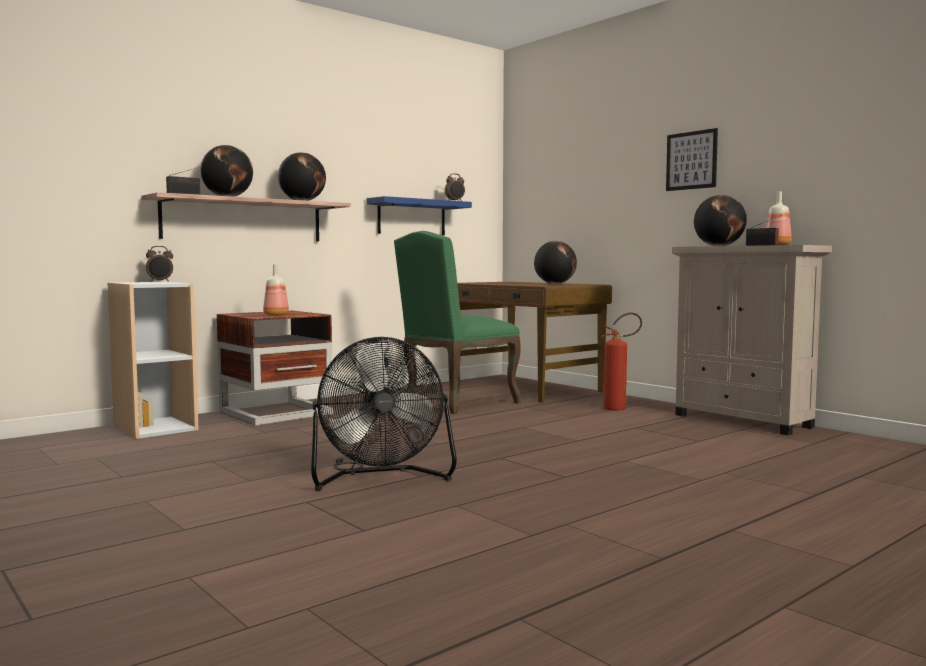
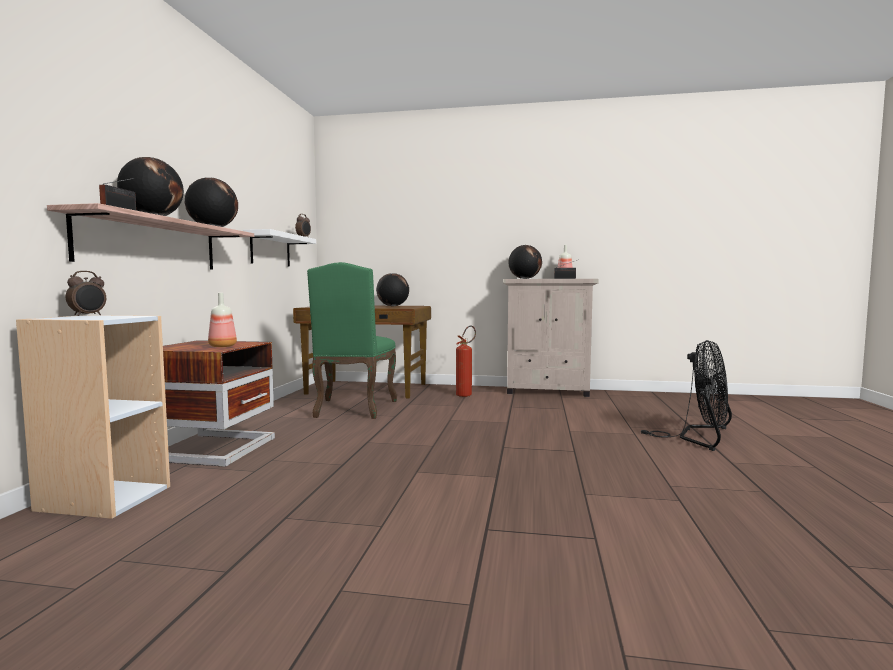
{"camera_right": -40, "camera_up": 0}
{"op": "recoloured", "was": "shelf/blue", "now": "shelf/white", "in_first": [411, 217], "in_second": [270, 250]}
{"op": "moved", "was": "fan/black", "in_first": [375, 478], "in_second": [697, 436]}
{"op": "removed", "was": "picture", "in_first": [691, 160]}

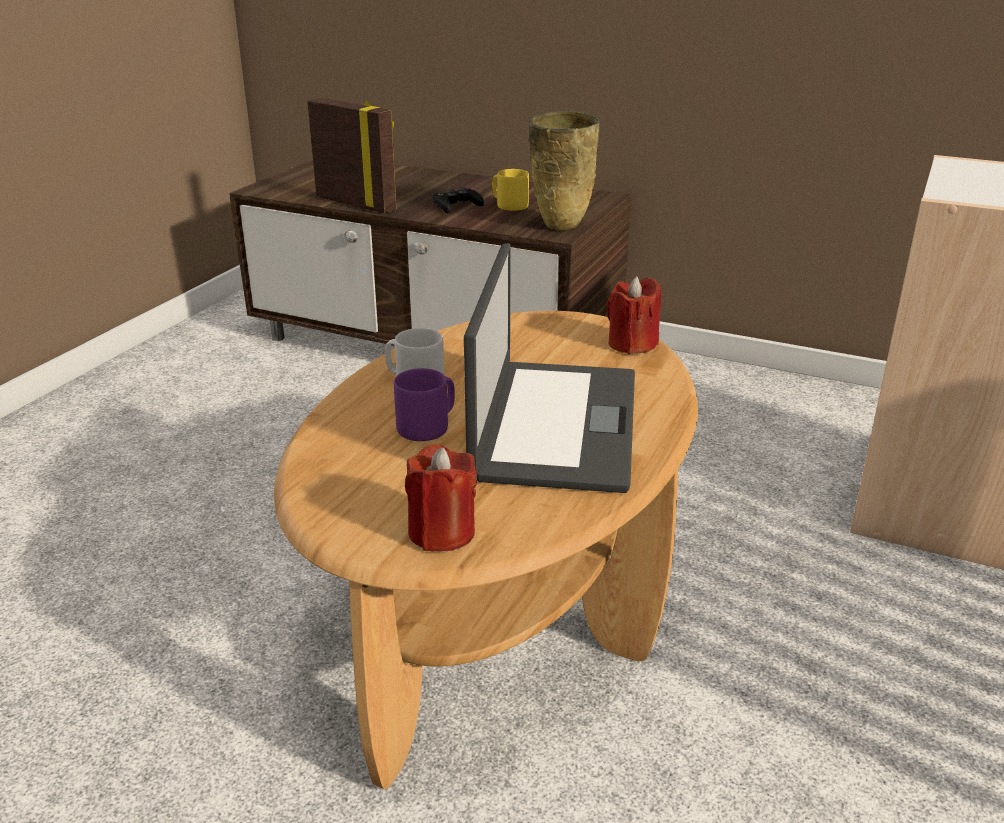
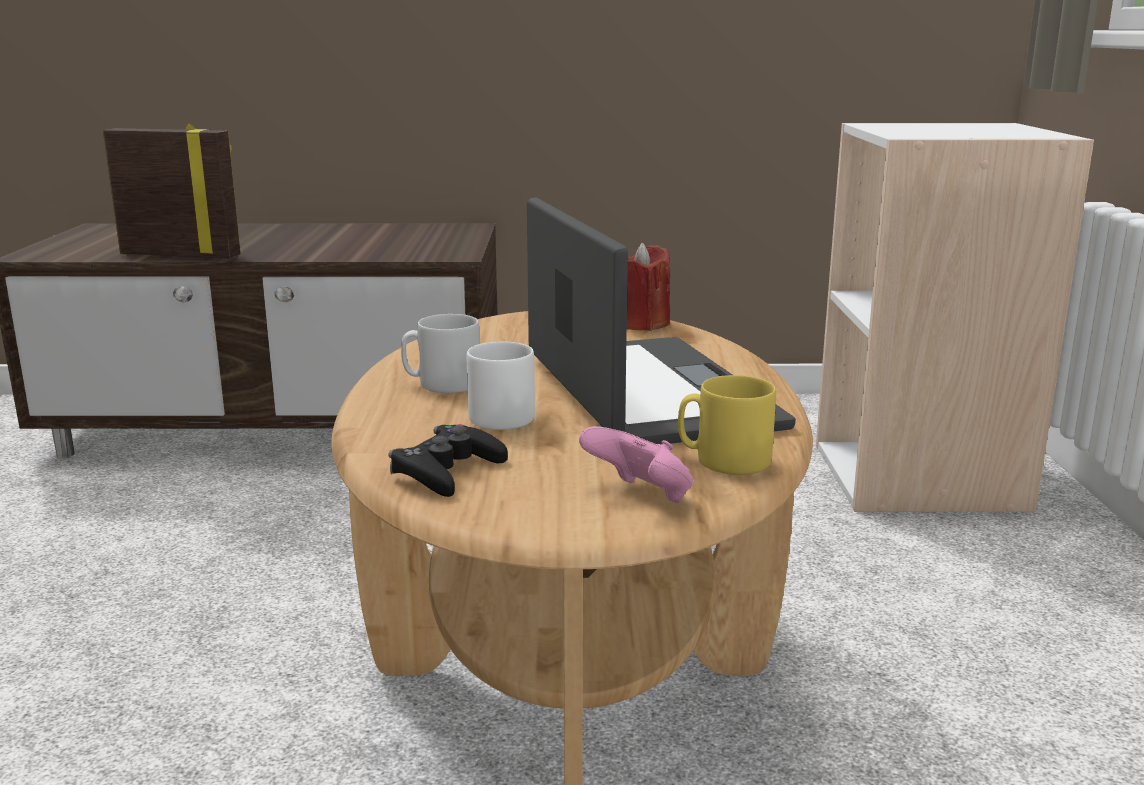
{"camera_right": -25, "camera_up": -10}
{"op": "moved", "was": "game controller/black", "in_first": [456, 206], "in_second": [447, 471]}
{"op": "recoloured", "was": "mug/purple", "now": "mug/white", "in_first": [428, 427], "in_second": [506, 416]}
{"op": "replaced", "was": "candle/red", "now": "game controller/pink", "in_first": [442, 532], "in_second": [641, 497]}
{"op": "moved", "was": "mug/yellow", "in_first": [509, 205], "in_second": [723, 461]}
{"op": "removed", "was": "vase/beige", "in_first": [560, 227]}

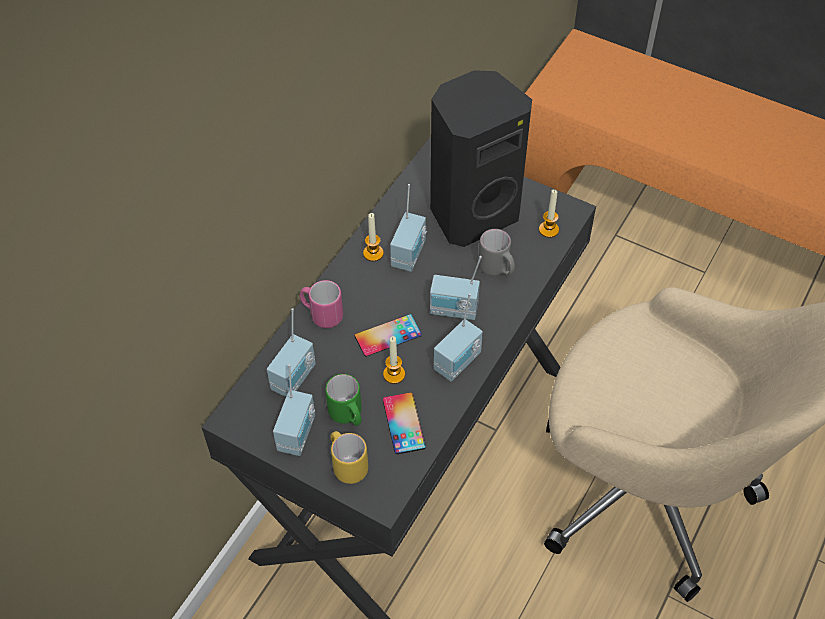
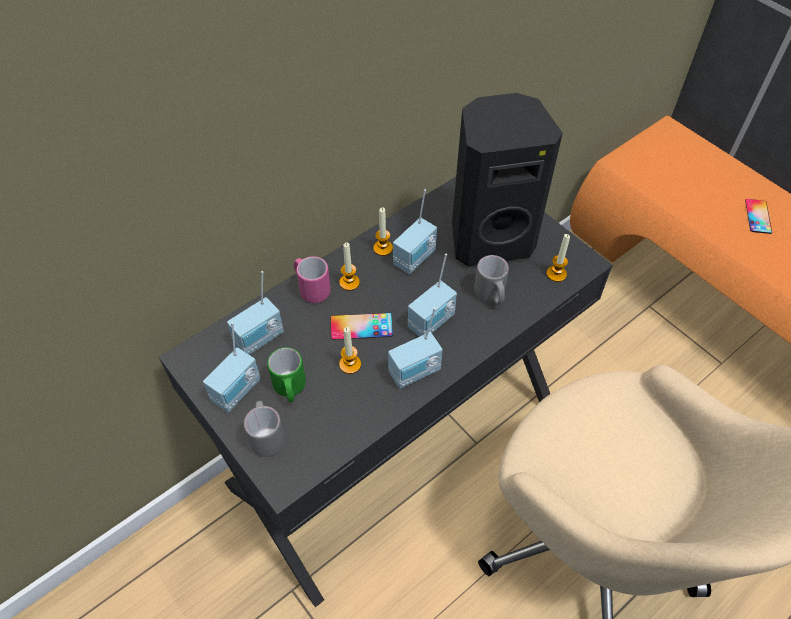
{"camera_right": 20, "camera_up": 0}
{"op": "recoloured", "was": "mug/yellow", "now": "mug/grey", "in_first": [347, 464], "in_second": [267, 436]}
{"op": "added", "now": "candle", "in_second": [349, 282]}
{"op": "turned", "was": "radio", "in_first": [454, 311], "in_second": [432, 322], "clockwise": -75}
{"op": "moved", "was": "phone", "in_first": [404, 423], "in_second": [758, 216]}

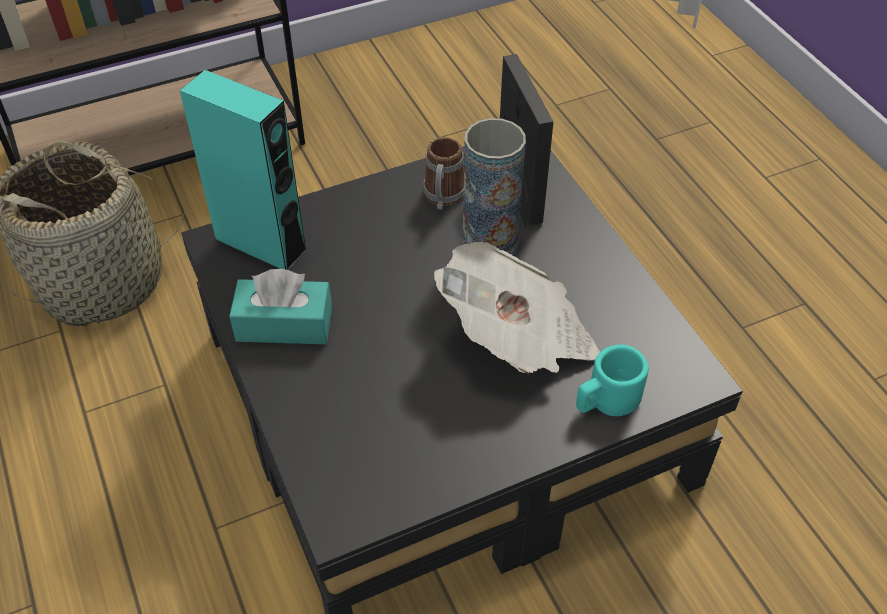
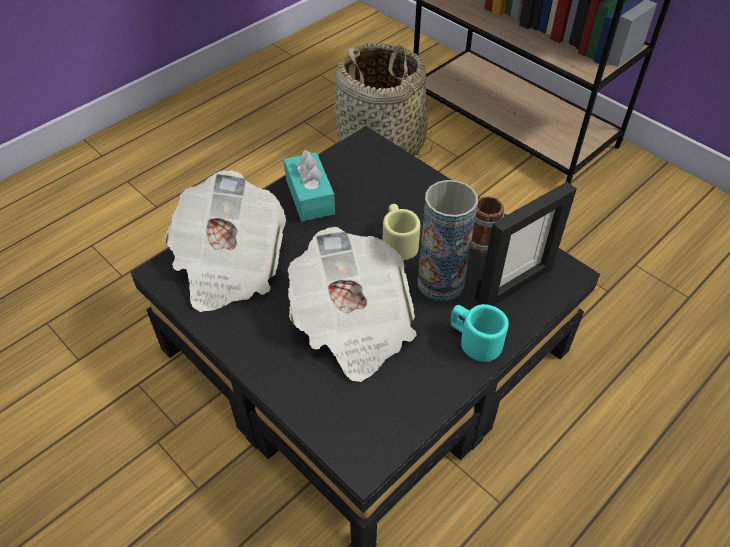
{"camera_right": 70, "camera_up": 0}
{"op": "added", "now": "newspaper", "in_second": [229, 265]}
{"op": "added", "now": "mug/beige", "in_second": [398, 242]}
{"op": "moved", "was": "mug/turquoise", "in_first": [606, 400], "in_second": [474, 340]}
{"op": "removed", "was": "speaker/turquoise", "in_first": [260, 245]}

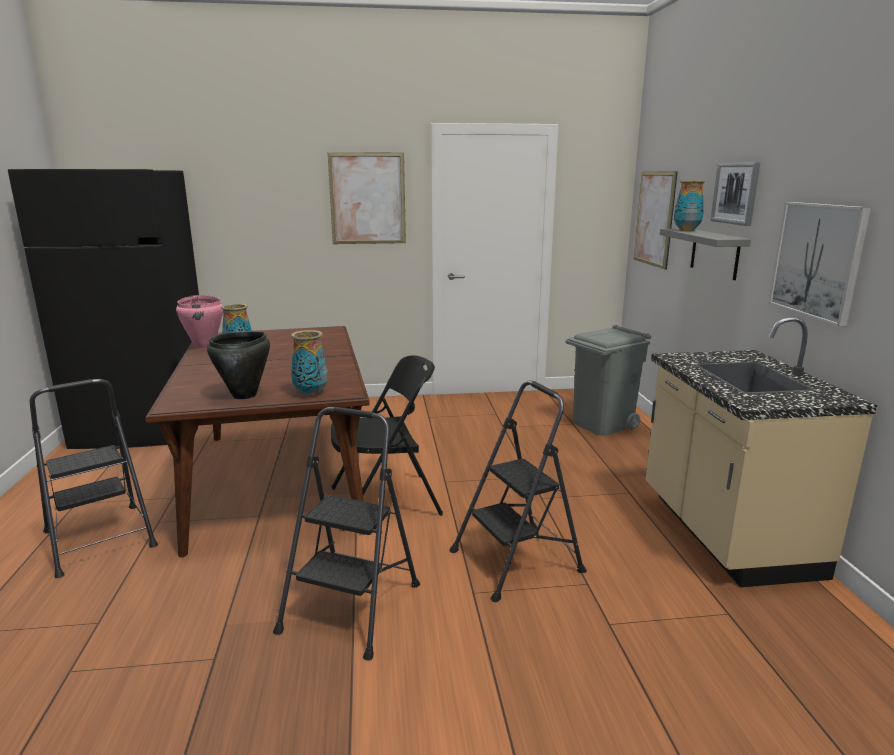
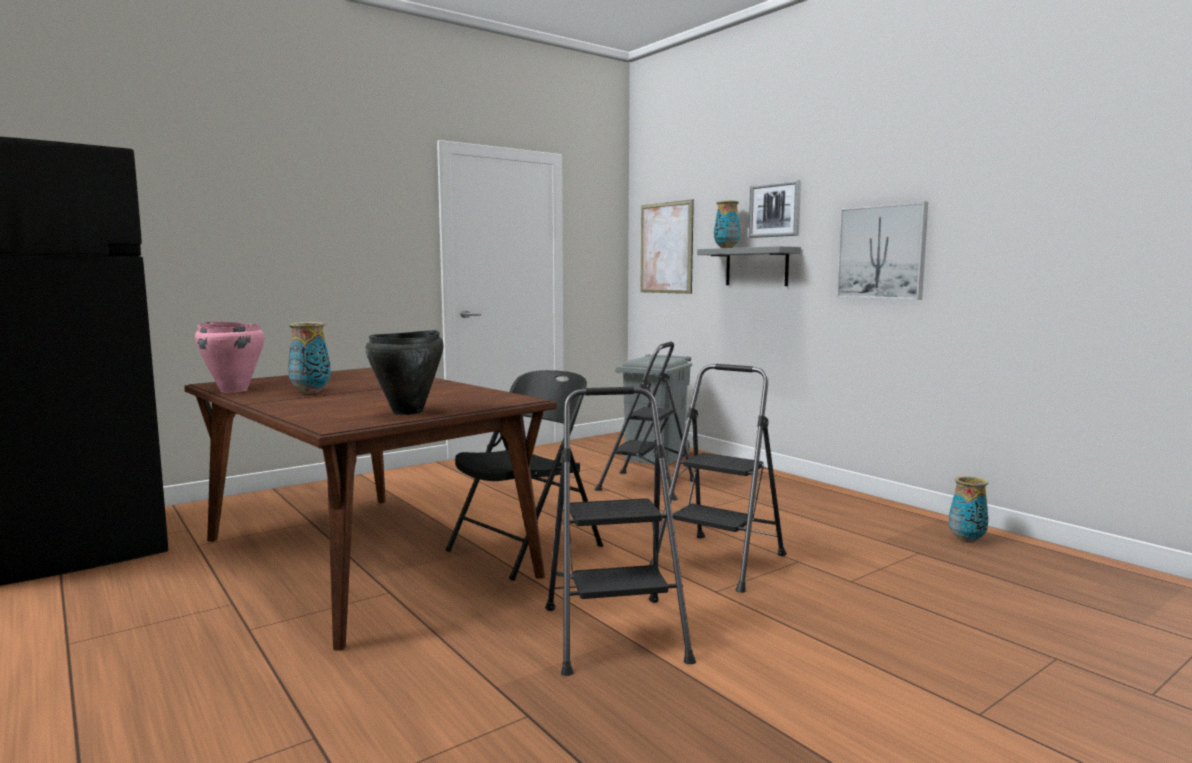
{"camera_right": -30, "camera_up": -10}
{"op": "moved", "was": "step ladder/black", "in_first": [99, 539], "in_second": [649, 485]}
{"op": "moved", "was": "vase", "in_first": [311, 393], "in_second": [966, 540]}
{"op": "removed", "was": "picture", "in_first": [367, 199]}
{"op": "removed", "was": "counter/beige", "in_first": [724, 534]}

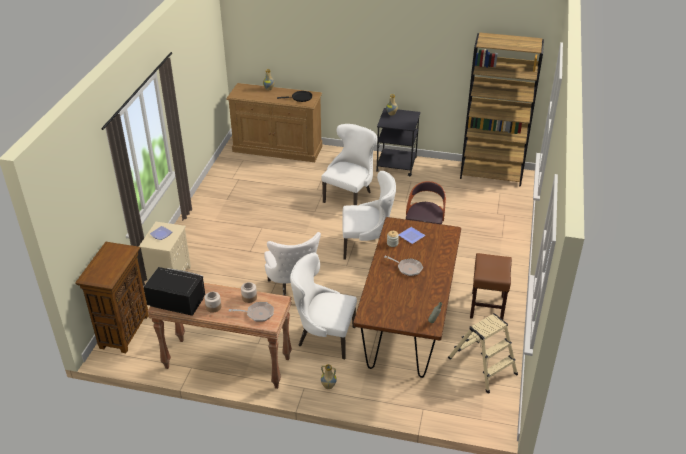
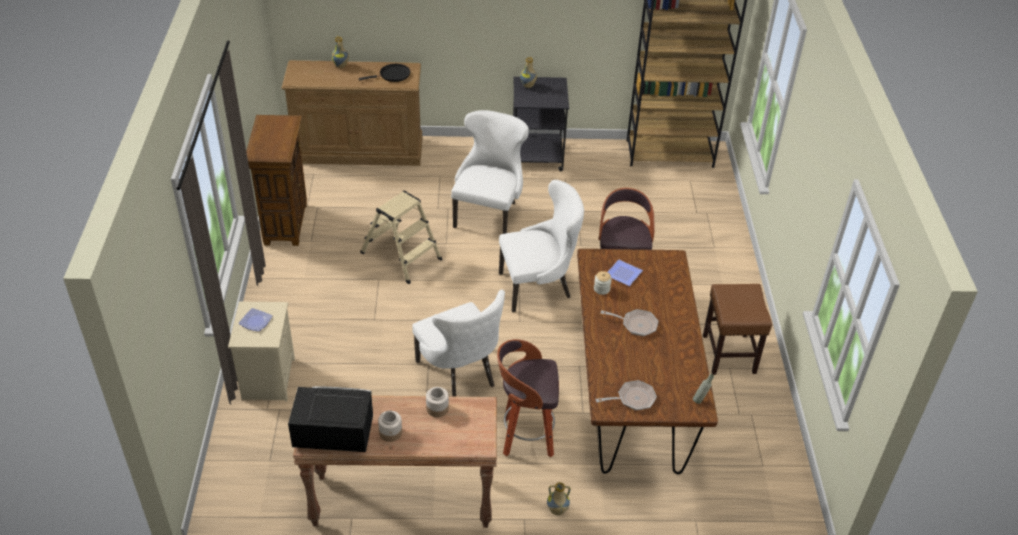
{"camera_right": -15, "camera_up": 5}
{"op": "moved", "was": "cabinet/brown", "in_first": [124, 331], "in_second": [285, 223]}
{"op": "moved", "was": "step ladder/beige", "in_first": [482, 366], "in_second": [401, 255]}
{"op": "replaced", "was": "chair/white", "now": "stool", "in_first": [324, 337], "in_second": [526, 437]}
{"op": "moved", "was": "frying pan", "in_first": [257, 314], "in_second": [633, 399]}

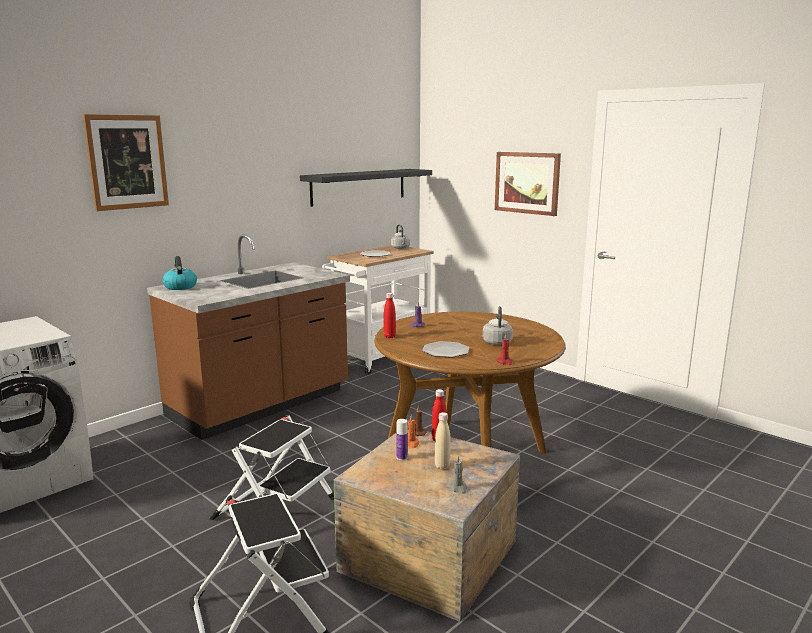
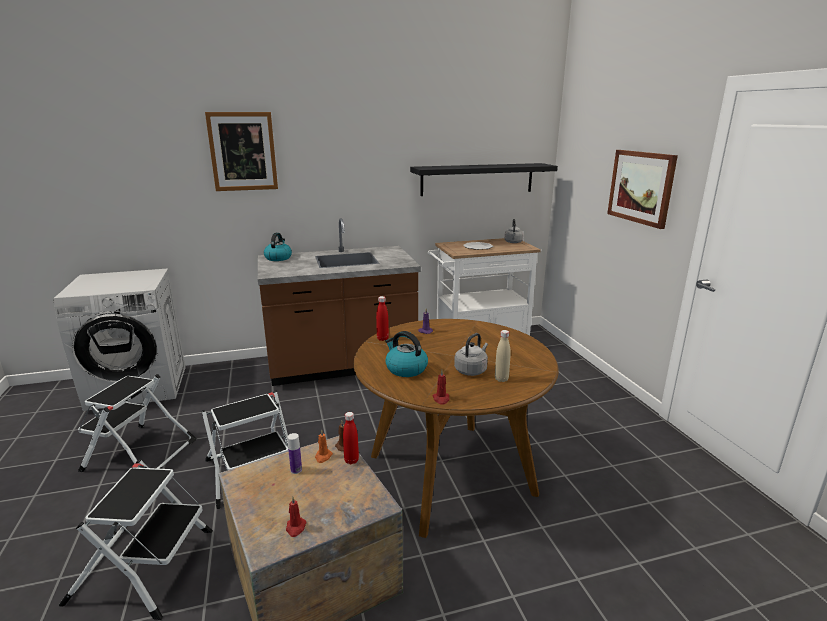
{"camera_right": 30, "camera_up": 5}
{"op": "added", "now": "step ladder", "in_second": [140, 452]}
{"op": "recoloured", "was": "candle/grey", "now": "candle/red", "in_first": [458, 488], "in_second": [295, 528]}
{"op": "replaced", "was": "plate", "now": "kettle", "in_first": [445, 351], "in_second": [405, 369]}
{"op": "moved", "was": "bottle/beige", "in_first": [442, 466], "in_second": [501, 379]}

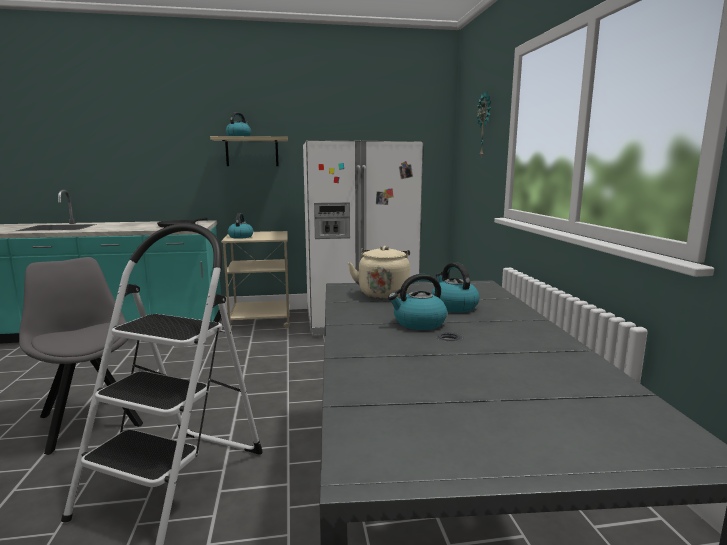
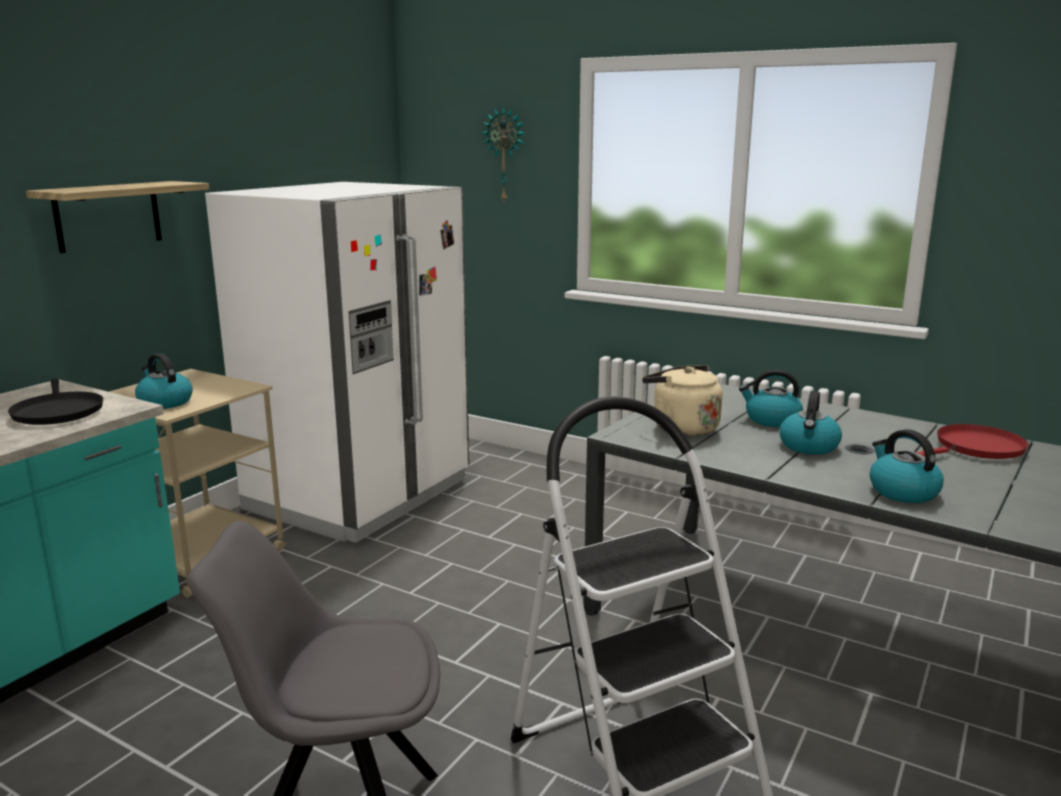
{"camera_right": -50, "camera_up": 5}
{"op": "moved", "was": "kettle", "in_first": [239, 136], "in_second": [902, 491]}
{"op": "added", "now": "frying pan/red", "in_second": [976, 448]}

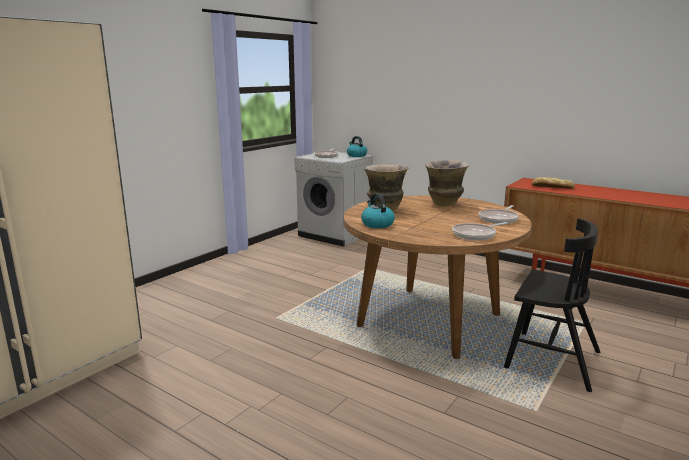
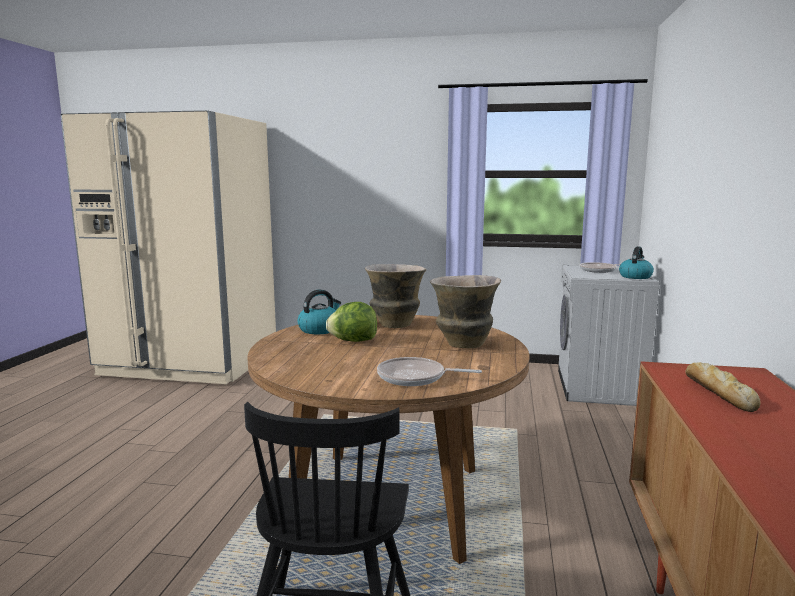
{"camera_right": 65, "camera_up": -5}
{"op": "added", "now": "lettuce", "in_second": [353, 341]}
{"op": "removed", "was": "frying pan", "in_first": [476, 235]}

